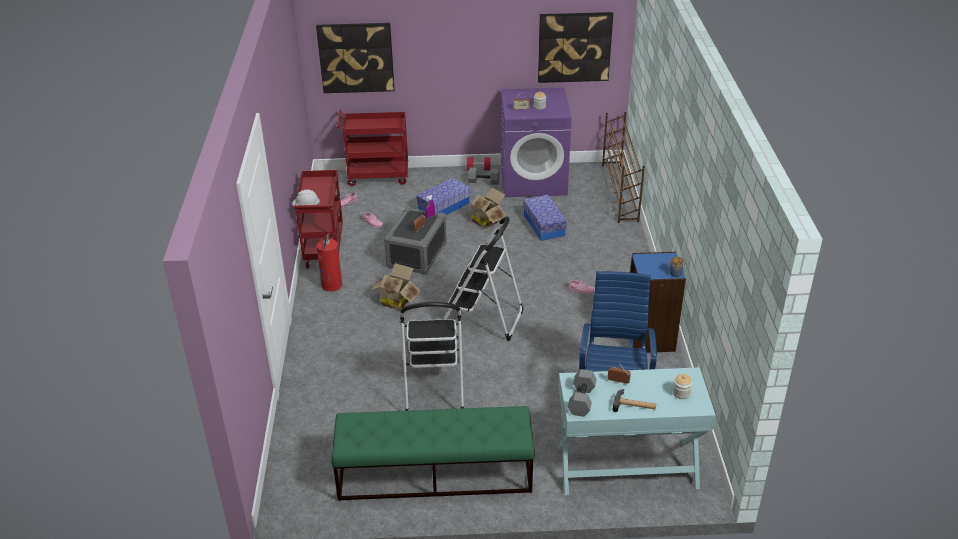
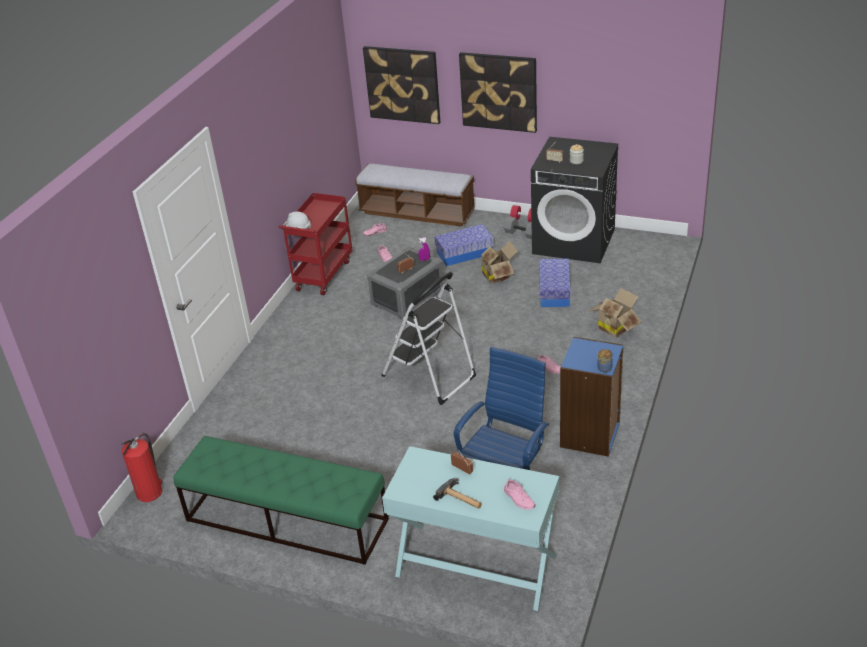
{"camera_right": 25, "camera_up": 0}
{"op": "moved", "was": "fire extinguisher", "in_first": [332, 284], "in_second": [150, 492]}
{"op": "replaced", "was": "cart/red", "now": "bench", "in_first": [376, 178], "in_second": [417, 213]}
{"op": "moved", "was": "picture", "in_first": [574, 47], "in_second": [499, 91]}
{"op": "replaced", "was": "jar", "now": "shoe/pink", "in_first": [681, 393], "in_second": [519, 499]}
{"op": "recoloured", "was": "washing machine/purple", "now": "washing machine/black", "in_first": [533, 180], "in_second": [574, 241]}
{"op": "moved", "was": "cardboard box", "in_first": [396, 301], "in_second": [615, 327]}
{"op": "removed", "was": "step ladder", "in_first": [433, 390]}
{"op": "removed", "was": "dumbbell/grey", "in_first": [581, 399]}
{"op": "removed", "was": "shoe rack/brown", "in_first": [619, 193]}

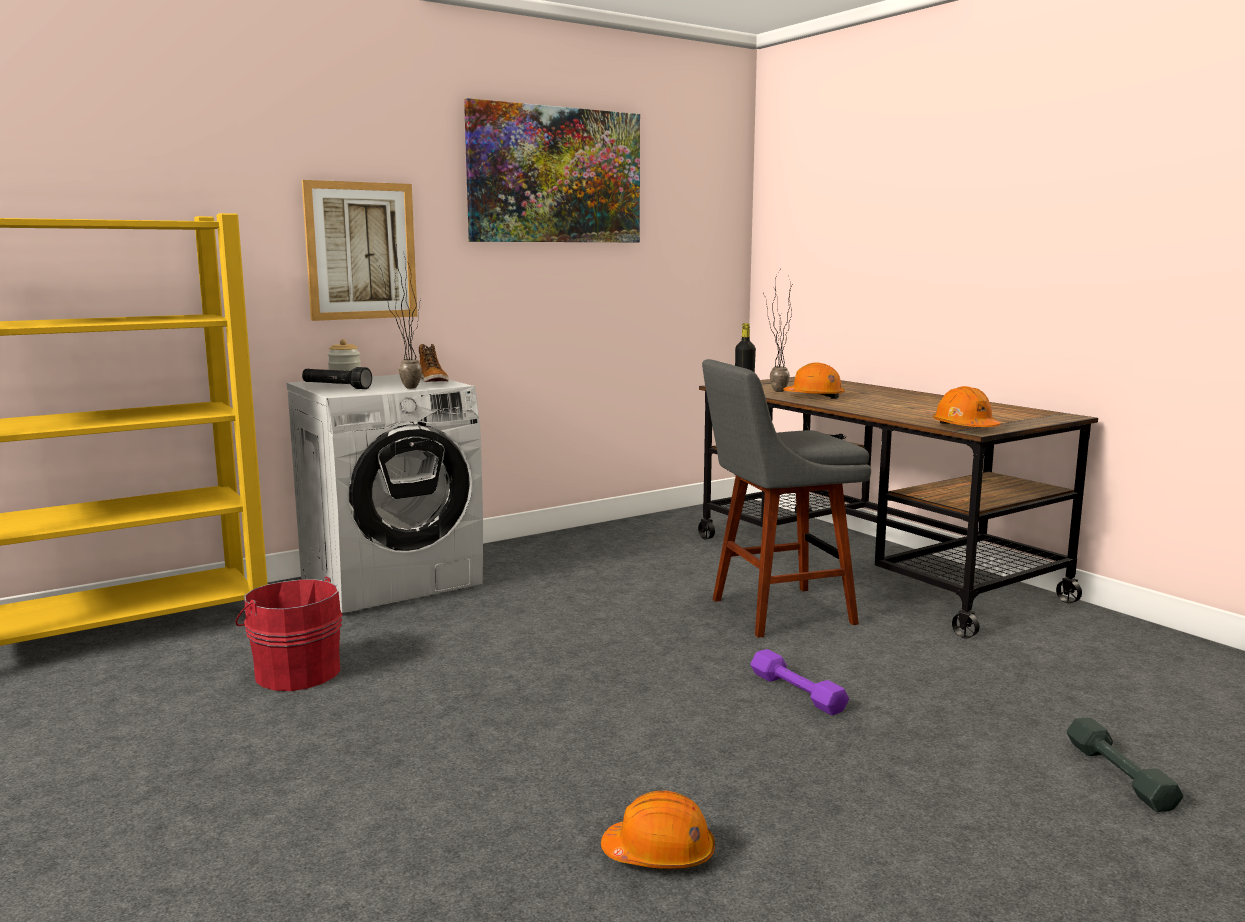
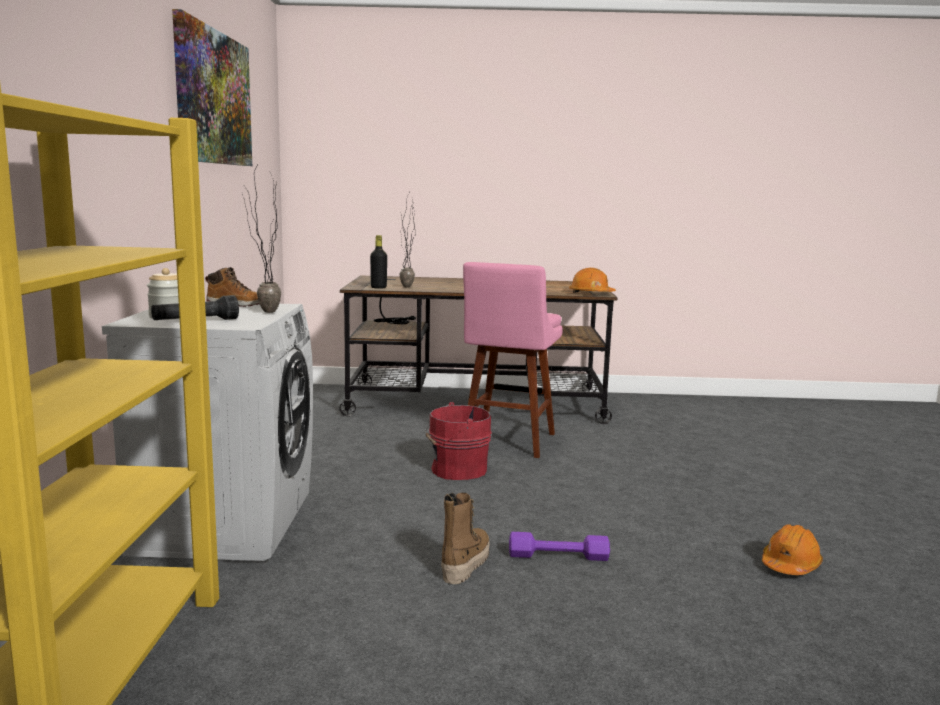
{"camera_right": -55, "camera_up": 0}
{"op": "moved", "was": "bucket/red", "in_first": [295, 672], "in_second": [456, 470]}
{"op": "added", "now": "boot", "in_second": [464, 564]}
{"op": "recoloured", "was": "stool/grey", "now": "stool/pink", "in_first": [775, 612], "in_second": [507, 442]}
{"op": "moved", "was": "dumbbell/purple", "in_first": [797, 692], "in_second": [558, 556]}
{"op": "removed", "was": "picture", "in_first": [361, 251]}
{"op": "removed", "was": "hard hat/orange", "in_first": [814, 396]}
{"op": "removed", "was": "dumbbell/grey", "in_first": [1120, 775]}

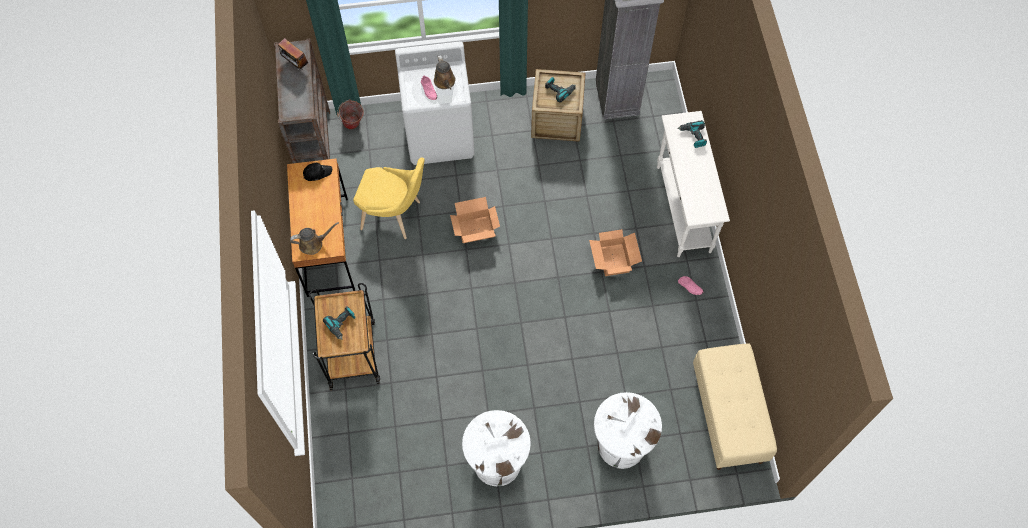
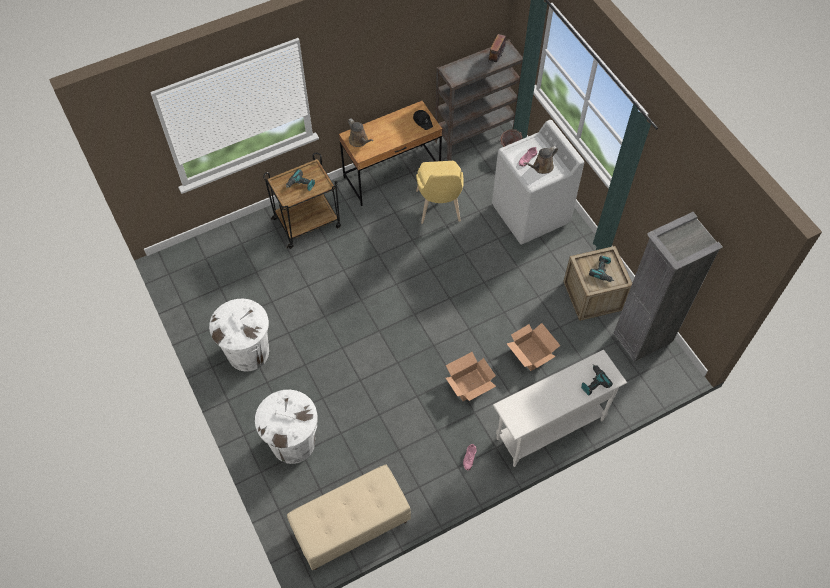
{"camera_right": 70, "camera_up": -5}
{"op": "moved", "was": "cardboard box", "in_first": [476, 230], "in_second": [531, 354]}

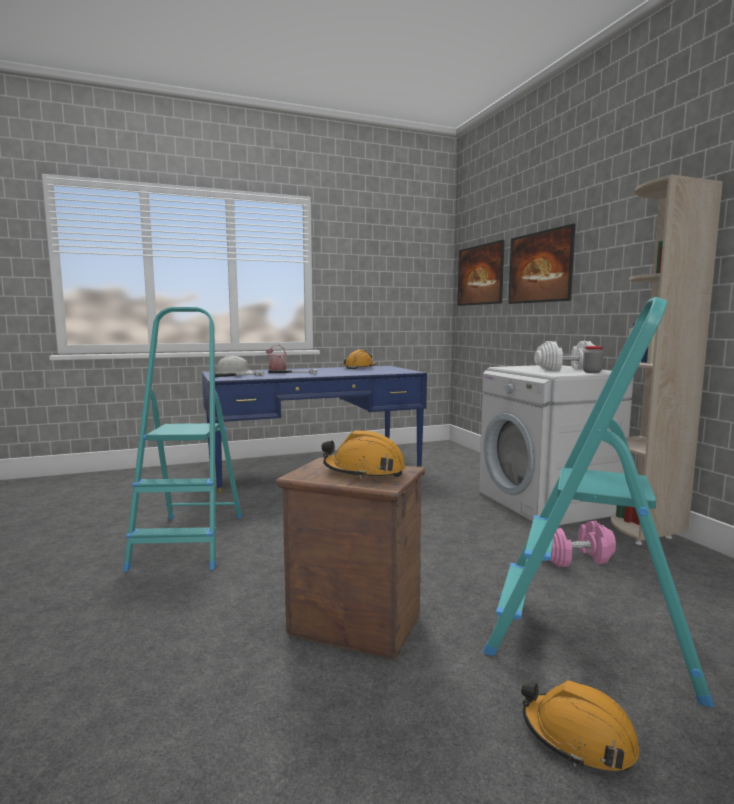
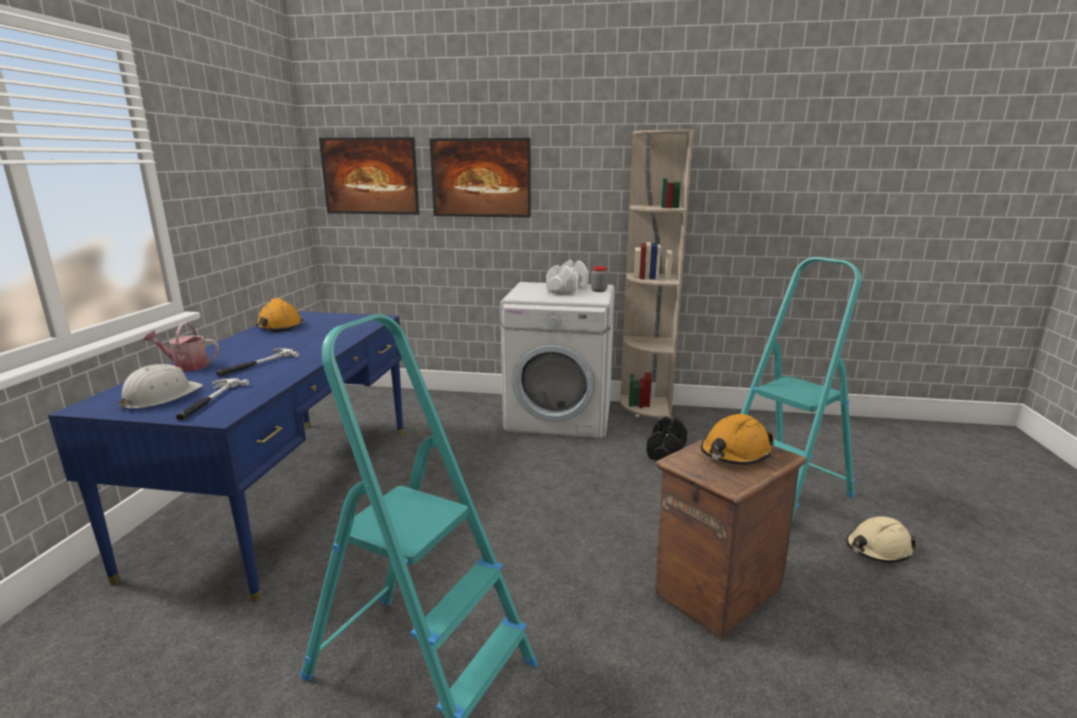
{"camera_right": -60, "camera_up": 10}
{"op": "recoloured", "was": "dumbbell/pink", "now": "dumbbell/black", "in_first": [574, 558], "in_second": [666, 451]}
{"op": "recoloured", "was": "hard hat/orange", "now": "hard hat/beige", "in_first": [578, 738], "in_second": [878, 549]}

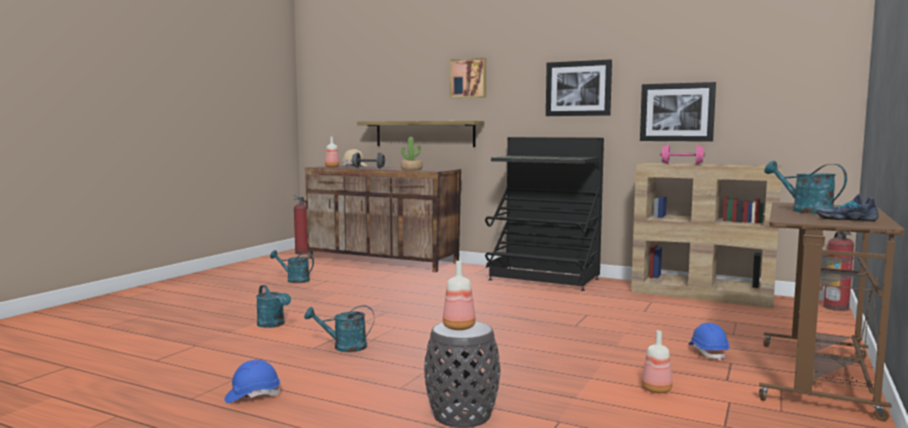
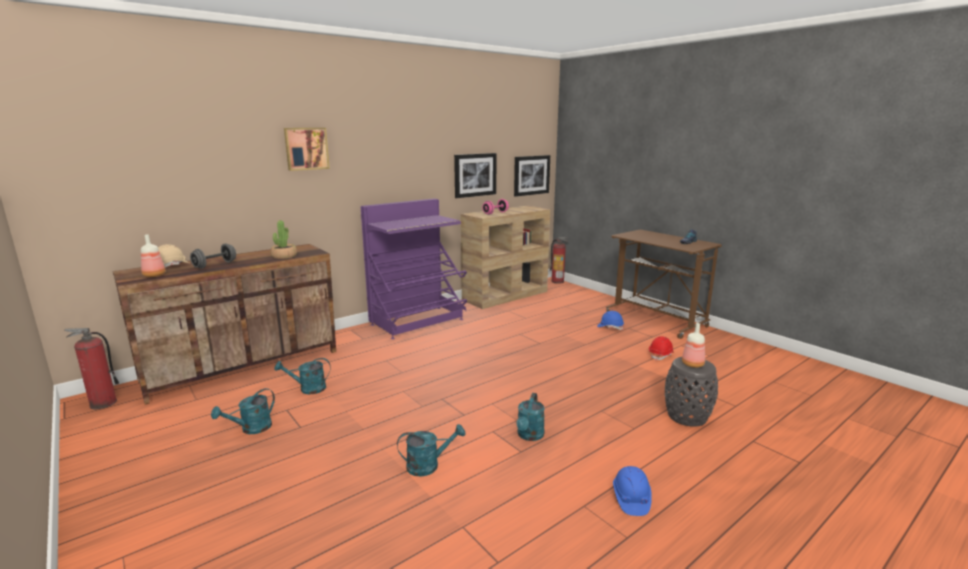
{"camera_right": -65, "camera_up": 10}
{"op": "moved", "was": "watering can/turquoise", "in_first": [805, 211], "in_second": [308, 389]}
{"op": "recoloured", "was": "shoe rack/black", "now": "shoe rack/purple", "in_first": [542, 280], "in_second": [419, 323]}
{"op": "moved", "was": "picture", "in_first": [578, 88], "in_second": [531, 175]}
{"op": "replaced", "was": "bottle", "now": "hard hat/red", "in_first": [657, 390], "in_second": [661, 355]}
{"op": "removed", "was": "shelf", "in_first": [424, 134]}

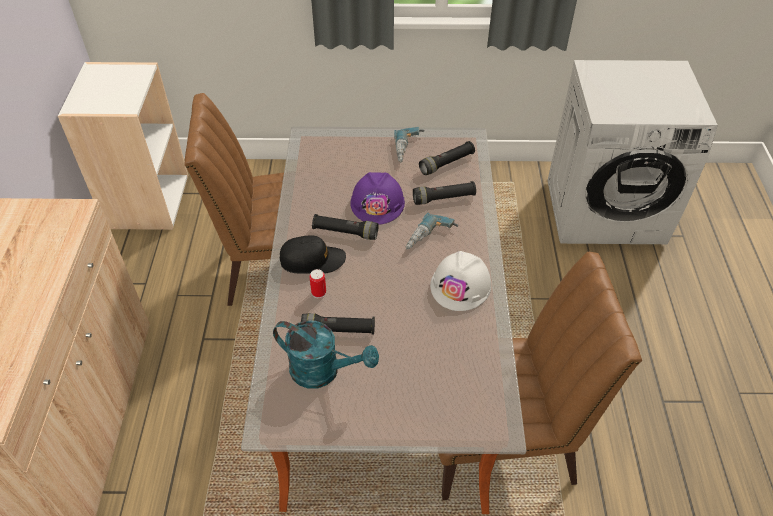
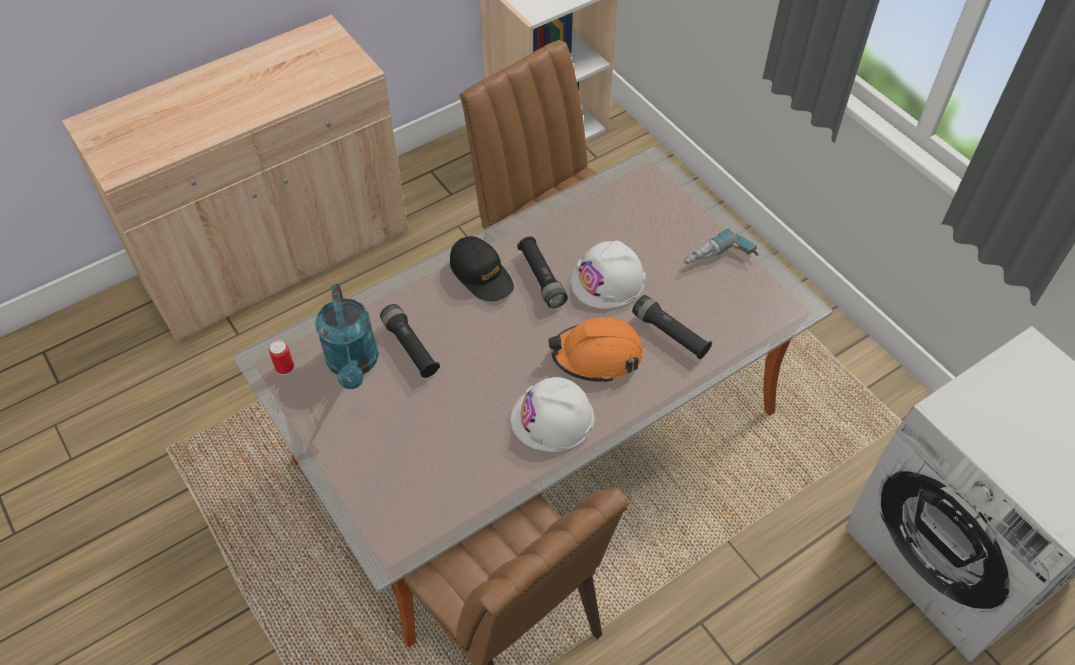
{"camera_right": 55, "camera_up": 5}
{"op": "moved", "was": "can", "in_first": [319, 293], "in_second": [285, 368]}
{"op": "replaced", "was": "power drill", "now": "hard hat/orange", "in_first": [430, 239], "in_second": [597, 355]}
{"op": "recoloured", "was": "hard hat/purple", "now": "hard hat/white", "in_first": [377, 203], "in_second": [608, 280]}
{"op": "removed", "was": "flashlight/black", "in_first": [446, 163]}

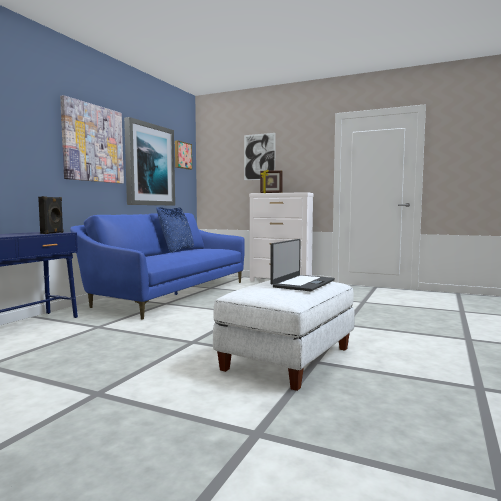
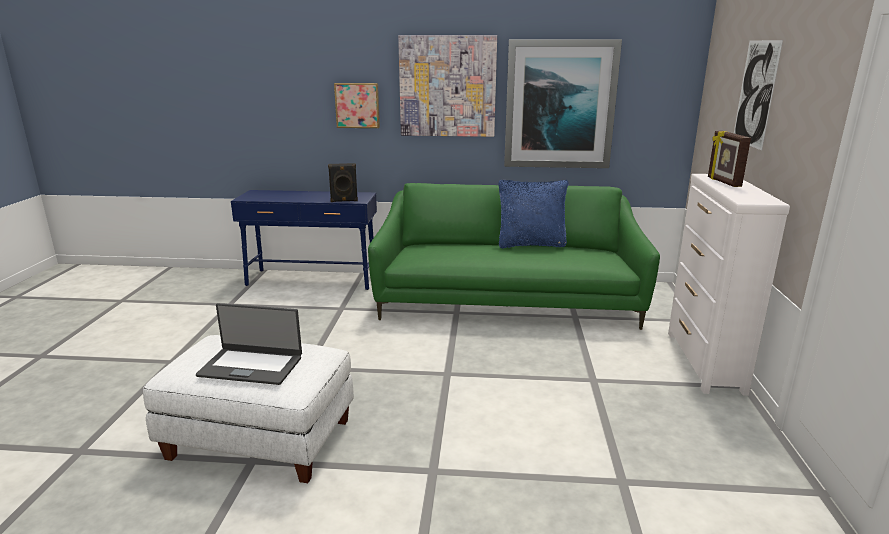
{"camera_right": 70, "camera_up": 15}
{"op": "moved", "was": "picture", "in_first": [182, 155], "in_second": [357, 105]}
{"op": "recoloured", "was": "sofa/blue", "now": "sofa/green", "in_first": [169, 294], "in_second": [507, 301]}

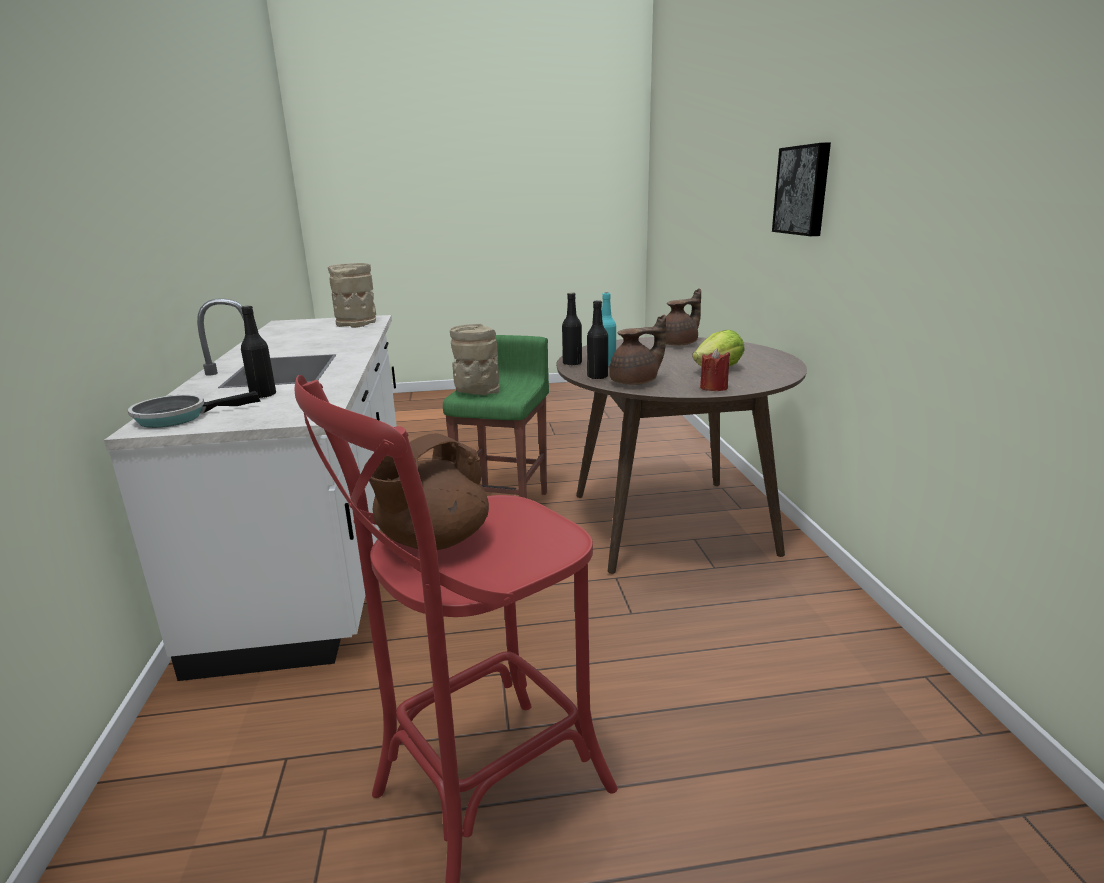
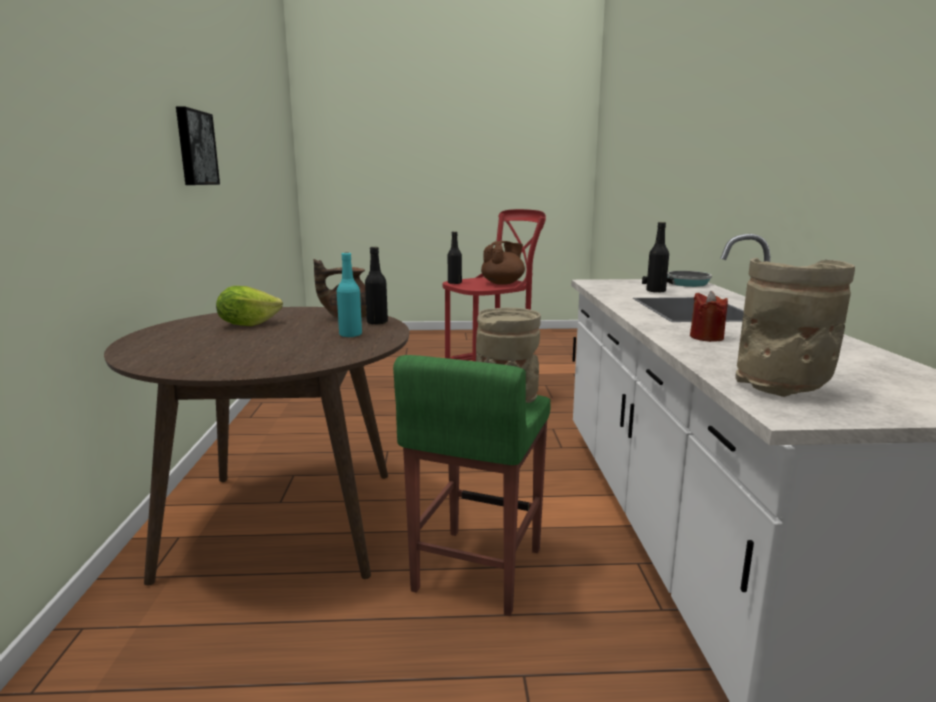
{"camera_right": -175, "camera_up": -5}
{"op": "moved", "was": "picture", "in_first": [803, 190], "in_second": [195, 148]}
{"op": "moved", "was": "bottle/black", "in_first": [572, 363], "in_second": [454, 283]}
{"op": "moved", "was": "candle/red", "in_first": [713, 388], "in_second": [706, 337]}
{"op": "removed", "was": "teapot/brown", "in_first": [680, 344]}

